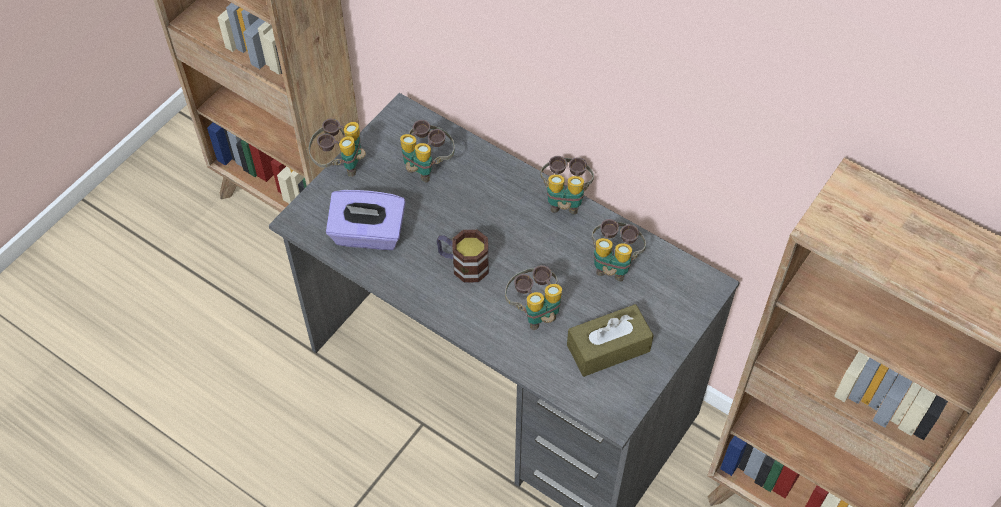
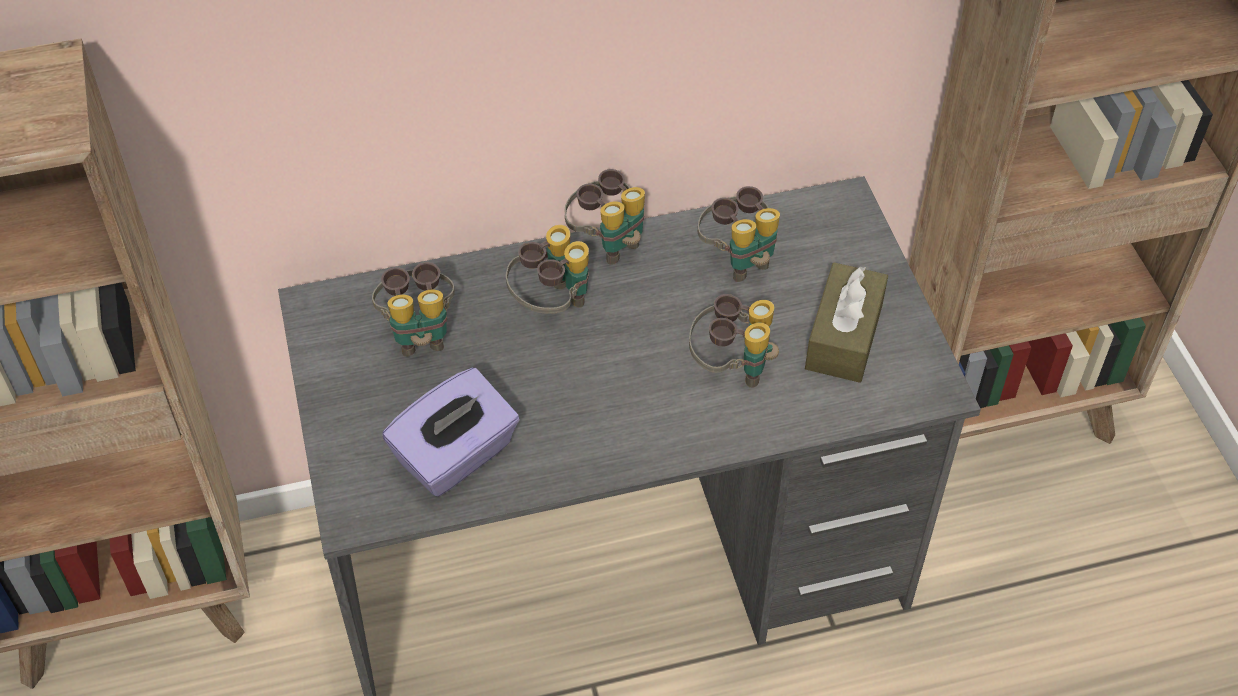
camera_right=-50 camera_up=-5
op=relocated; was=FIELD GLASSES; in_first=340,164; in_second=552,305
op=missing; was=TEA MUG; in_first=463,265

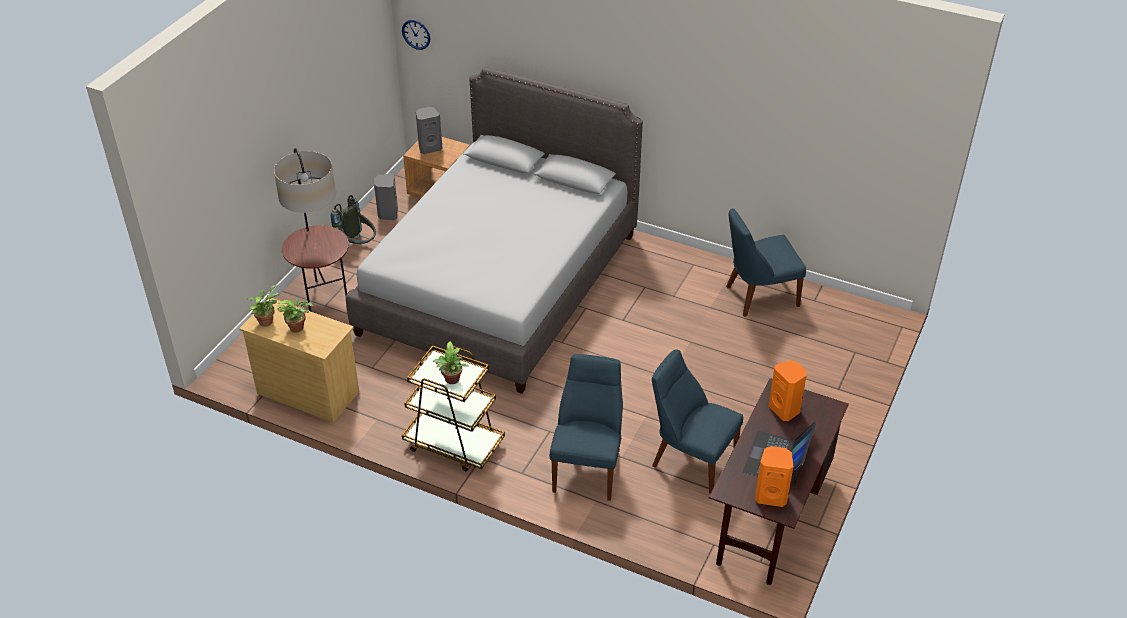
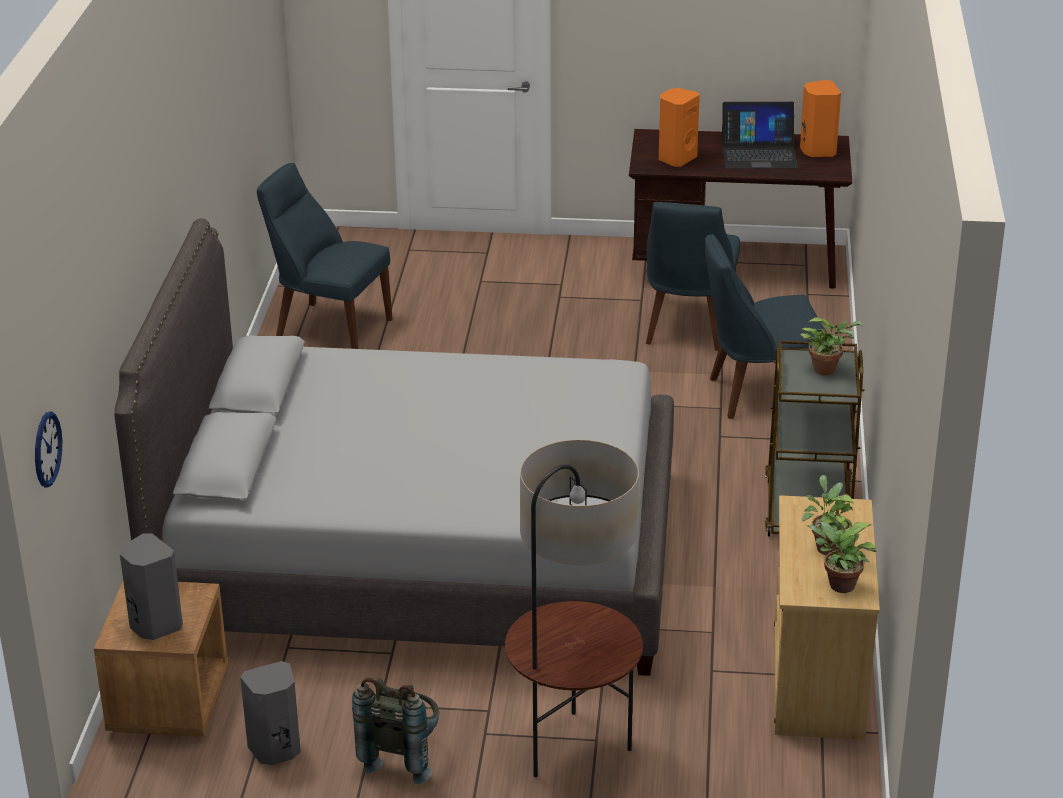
camera_right=-110 camera_up=-10
op=spun; was=BLUE CHAIR; in_first=758,296; in_second=329,327; clockwise=150

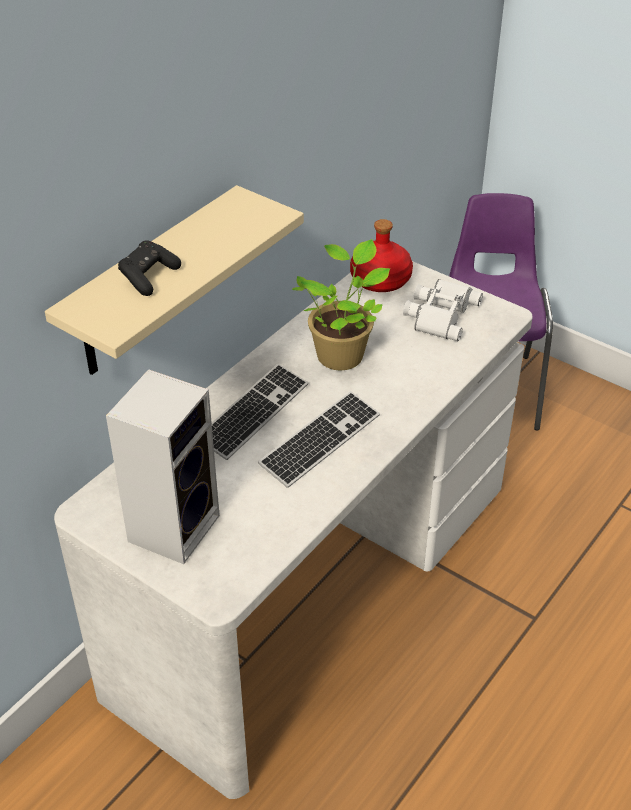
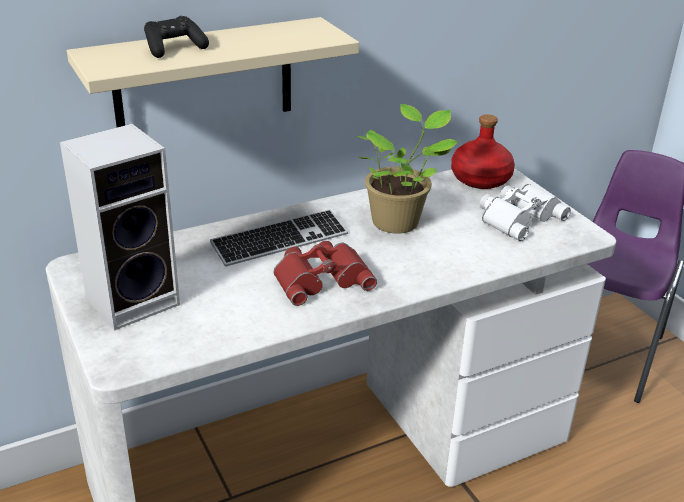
camera_right=25 camera_up=-10
op=exchanged; was=COMPUTER KEYBOARD; now=RED FIELD GLASSES; in_first=320,441; in_second=321,278

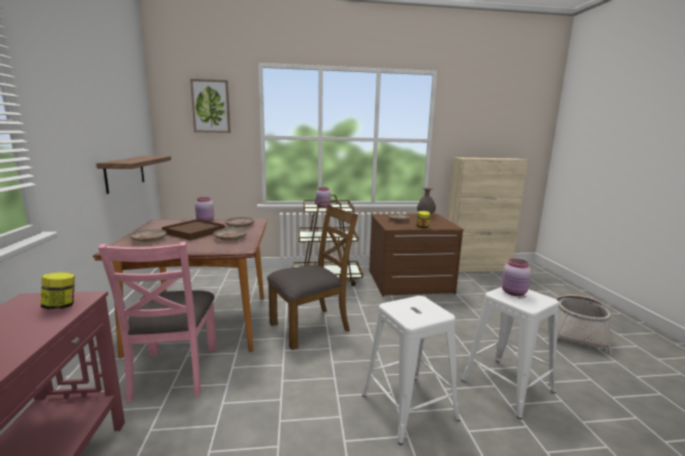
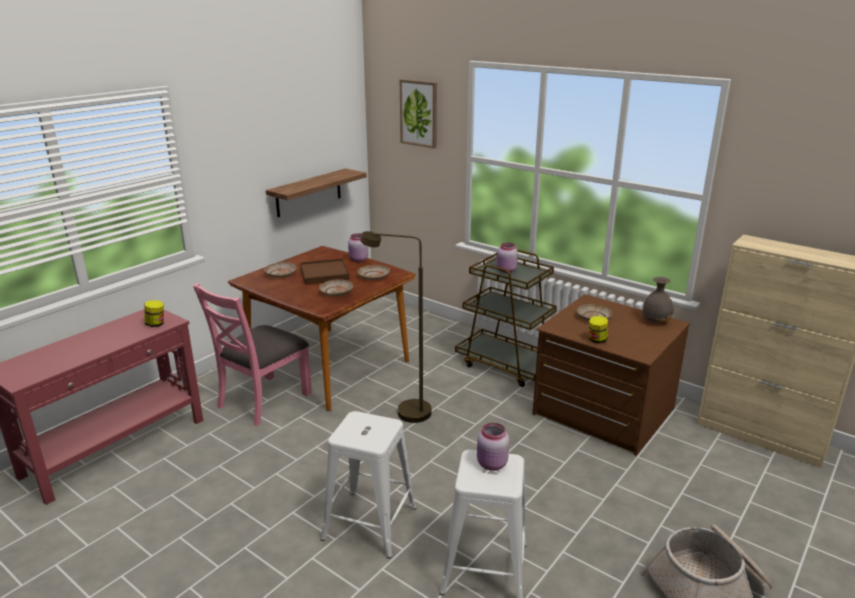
camera_right=45 camera_up=10
op=exchanged; was=BROWNISH CHAIR; now=BROWNISH STANDARD LAMP; in_first=310,327; in_second=404,412

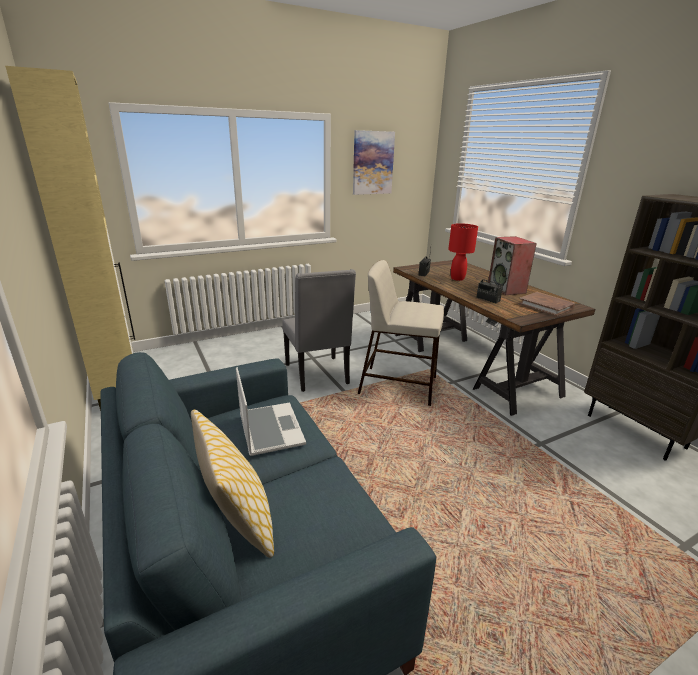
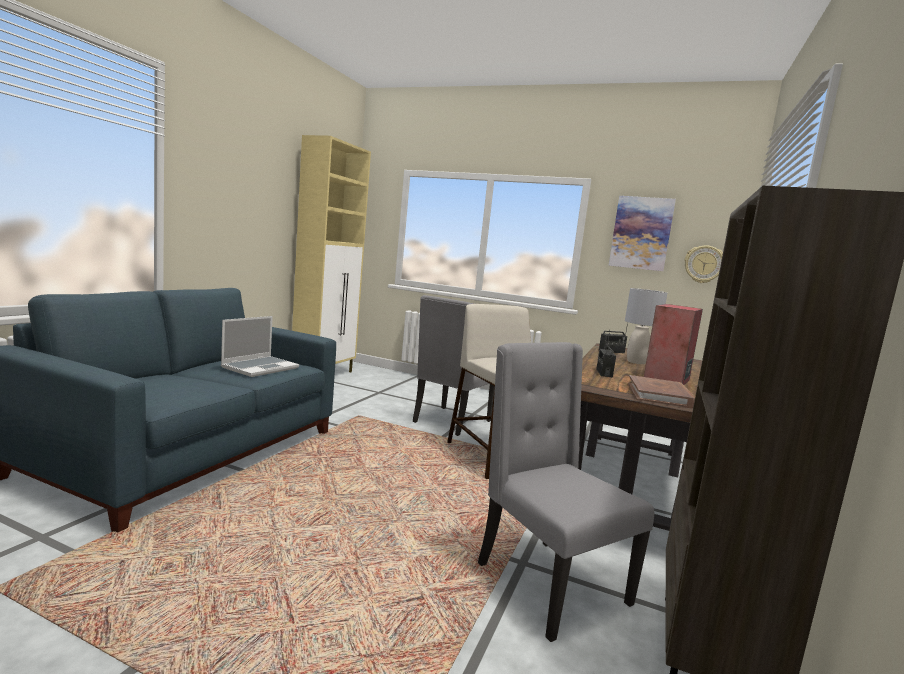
camera_right=50 camera_up=-15
op=colour; was=RED TABLETOP LAMP; now=GRAY TABLETOP LAMP; in_first=457,278; in_second=636,362
op=missing; was=PILLOW; in_first=238,522
op=appeared; now=HANGING CLOCK; in_second=704,264
op=appeared; now=GRAY CHAIR; in_second=547,583

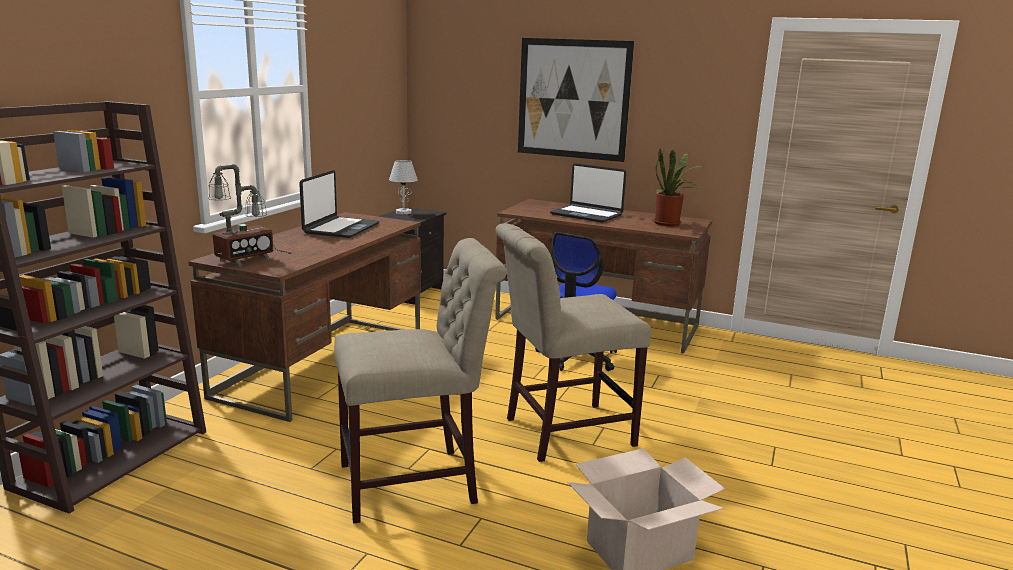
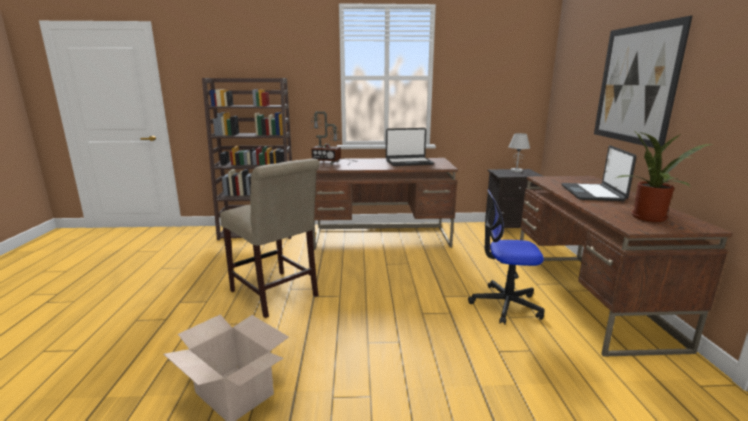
camera_right=65 camera_up=0
op=missing; was=SAND-COLOURED CHAIR; in_first=562,432

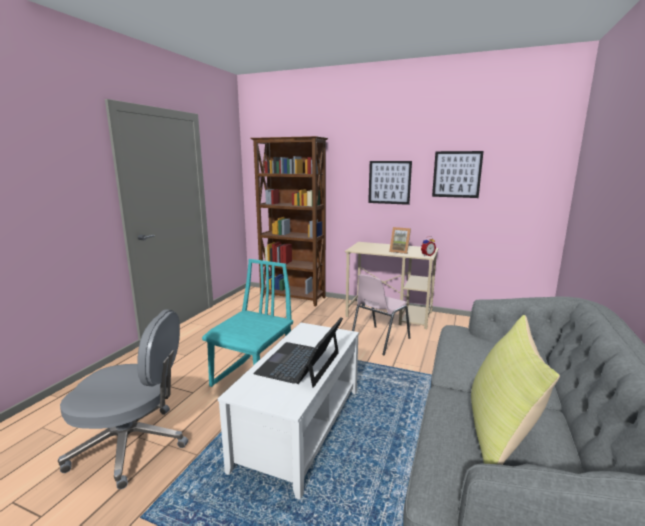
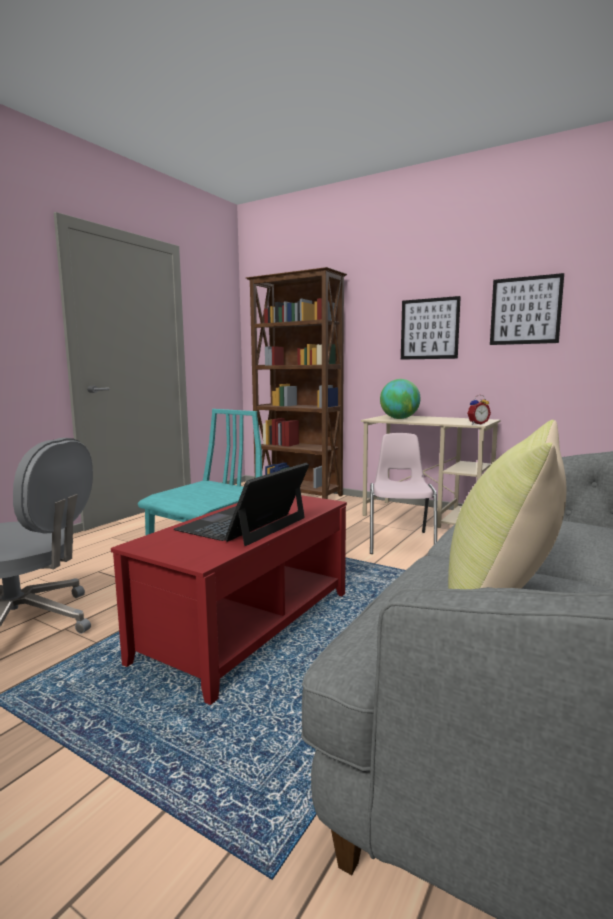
camera_right=10 camera_up=-5
op=missing; was=PHOTO FRAME; in_first=400,251
op=spun; was=PINK CHAIR; in_first=378,340; in_second=400,542; clockwise=135
op=colour; was=WHITE-COLOURED COFFEE TABLE; now=RED COFFEE TABLE; in_first=300,427; in_second=248,625
op=appeared; now=WORLD GLOBE; in_second=399,418

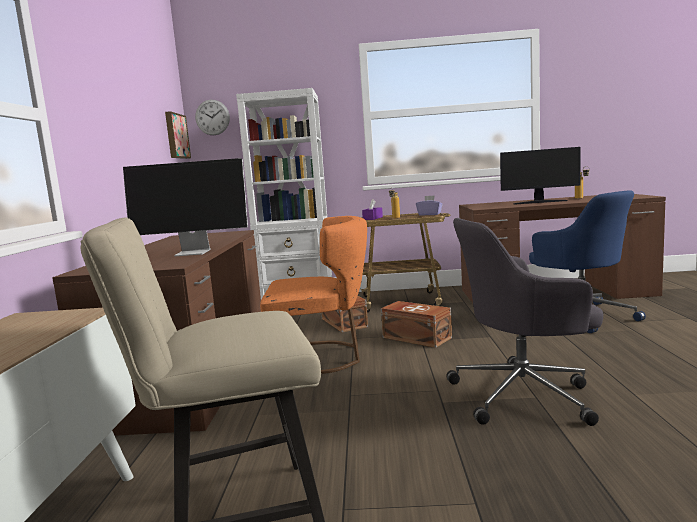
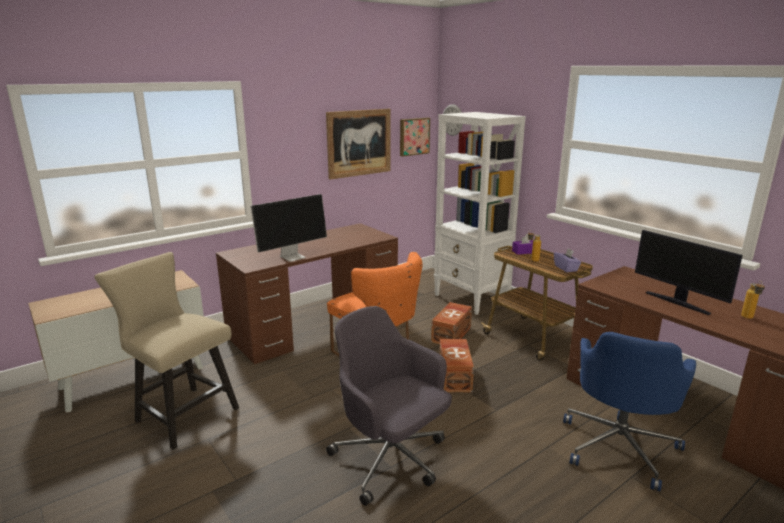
camera_right=50 camera_up=10
op=spun; was=COMPUTER DISPLAY; in_first=194,252; in_second=293,257; clockwise=-90
op=appeared; now=WALL ART; in_second=359,143

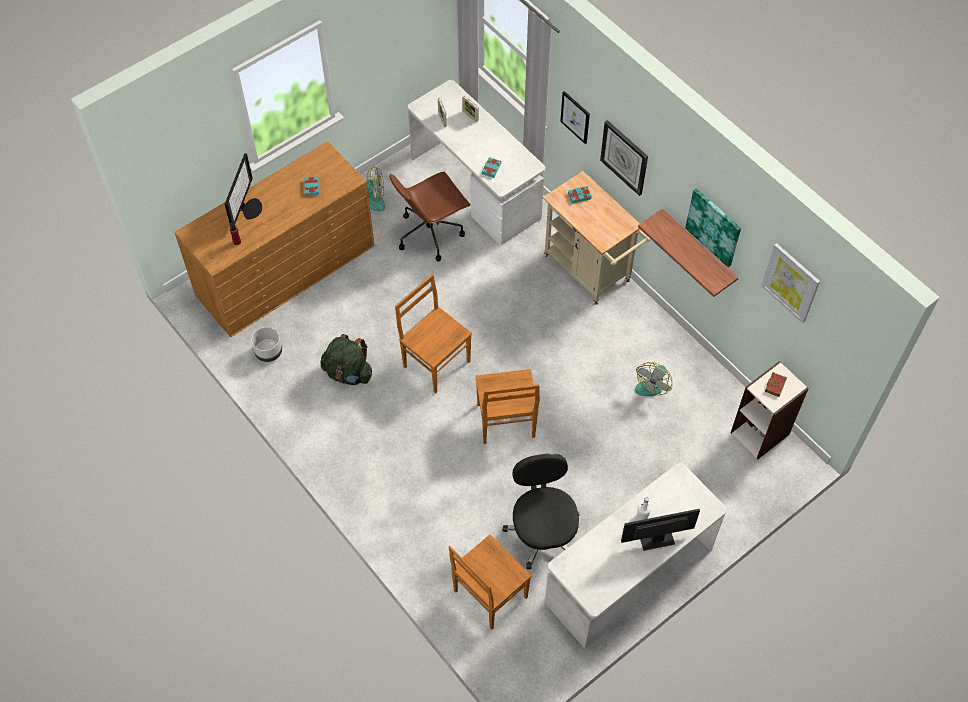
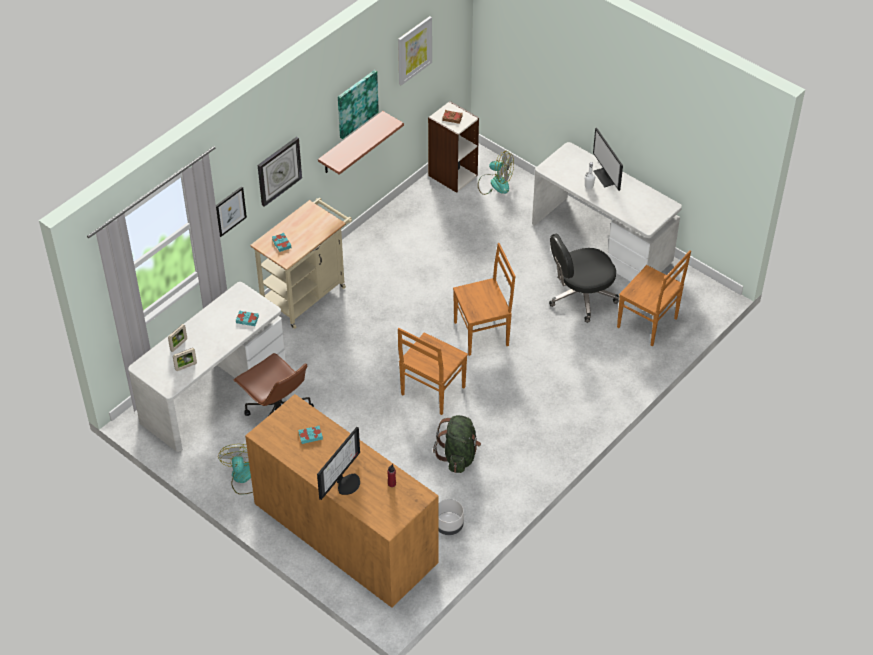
camera_right=-100 camera_up=-10
op=spun; was=COMPUTER DISPLAY; in_first=249,208; in_second=346,482; clockwise=120
op=relocated; was=COOLING FAN; in_first=652,383; in_second=495,183

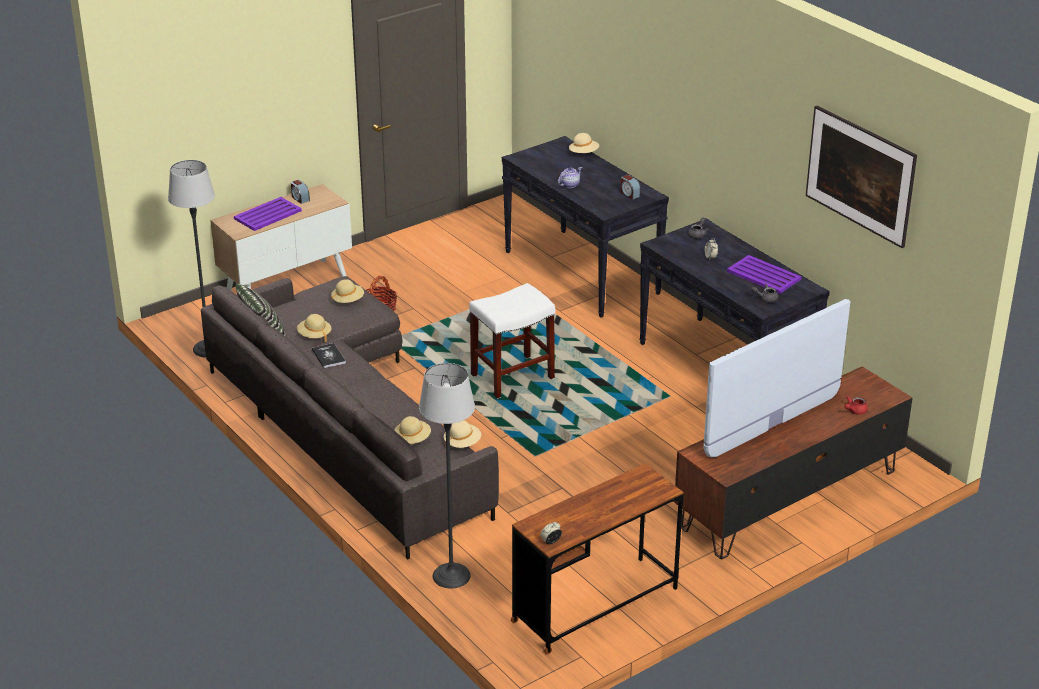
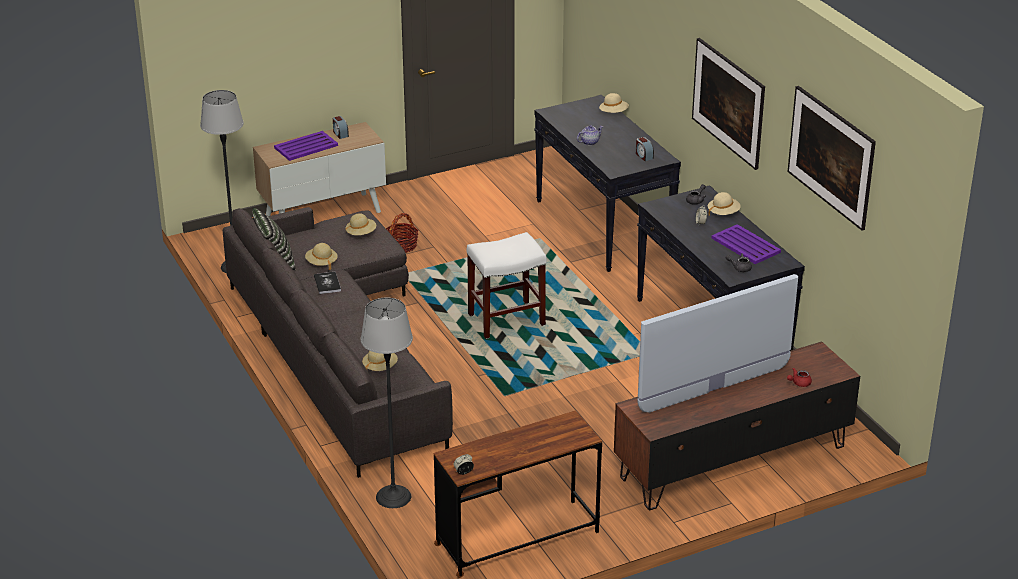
camera_right=10 camera_up=0
op=relocated; was=SAND-COLOURED WEARABLE HAT; in_first=462,443; in_second=723,213
op=appeared; now=WALL ART; in_second=727,122

